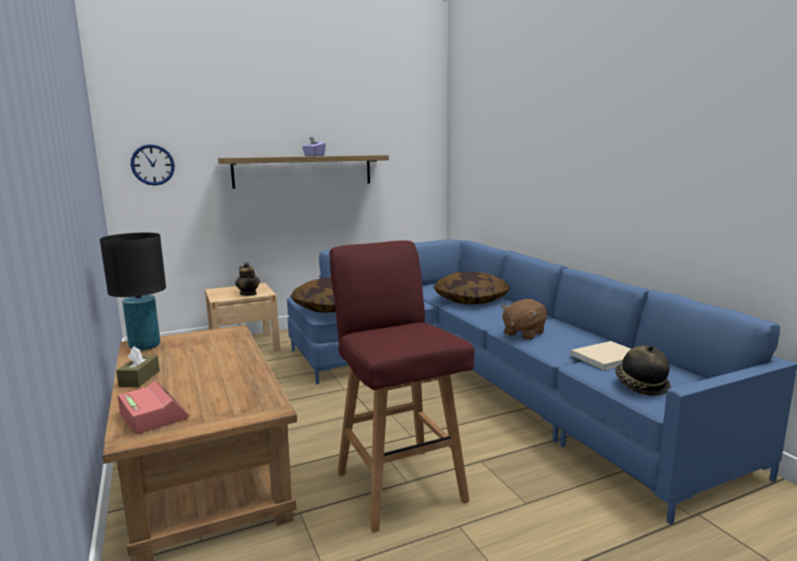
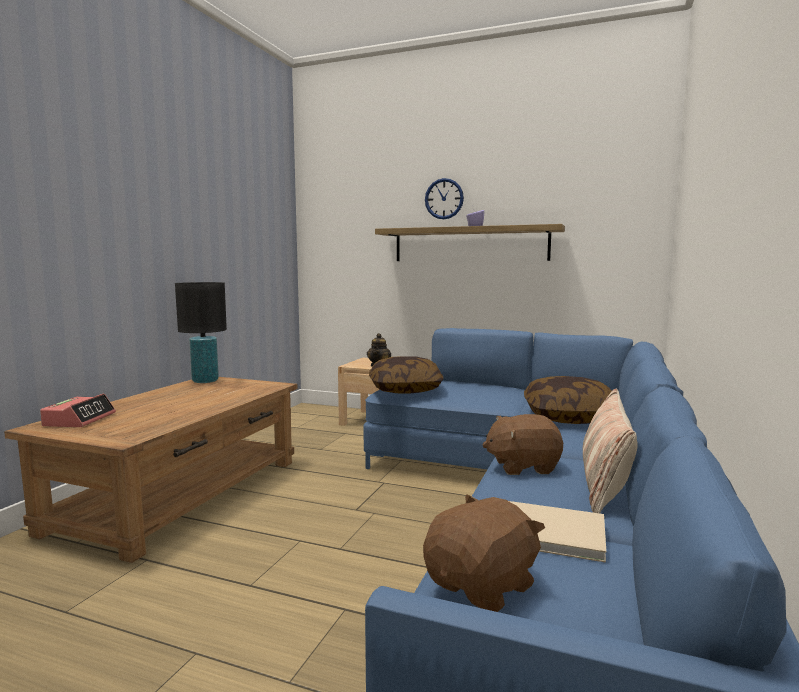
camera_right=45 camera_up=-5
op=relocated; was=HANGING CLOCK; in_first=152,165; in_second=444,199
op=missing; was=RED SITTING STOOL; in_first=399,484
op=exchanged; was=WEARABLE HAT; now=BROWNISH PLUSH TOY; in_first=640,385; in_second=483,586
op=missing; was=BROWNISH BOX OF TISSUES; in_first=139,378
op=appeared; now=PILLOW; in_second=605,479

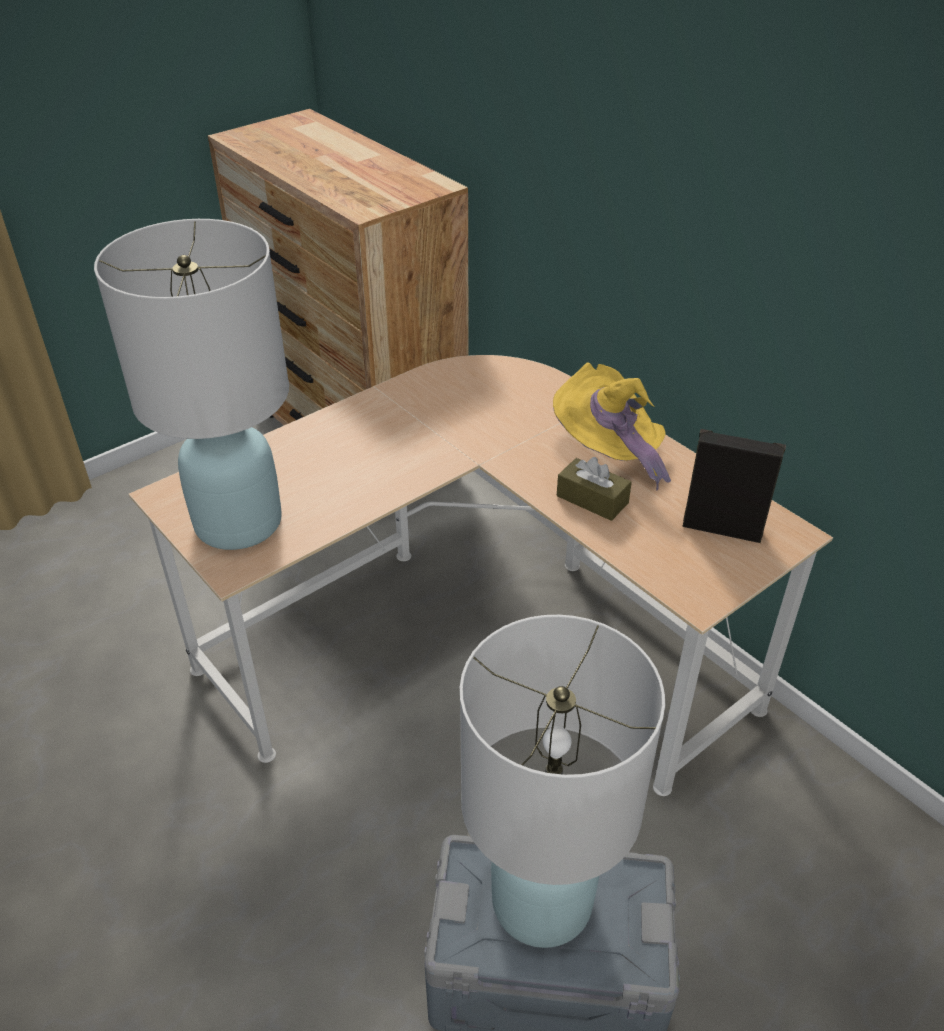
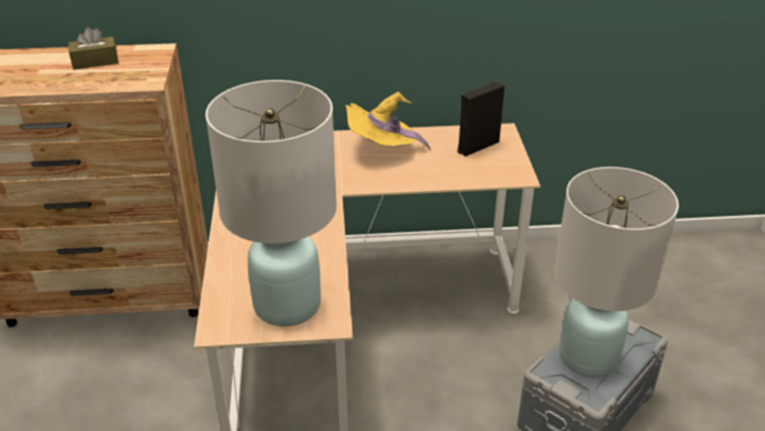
camera_right=-55 camera_up=-5
op=relocated; was=BROWNISH BOX OF TISSUES; in_first=592,499; in_second=95,61

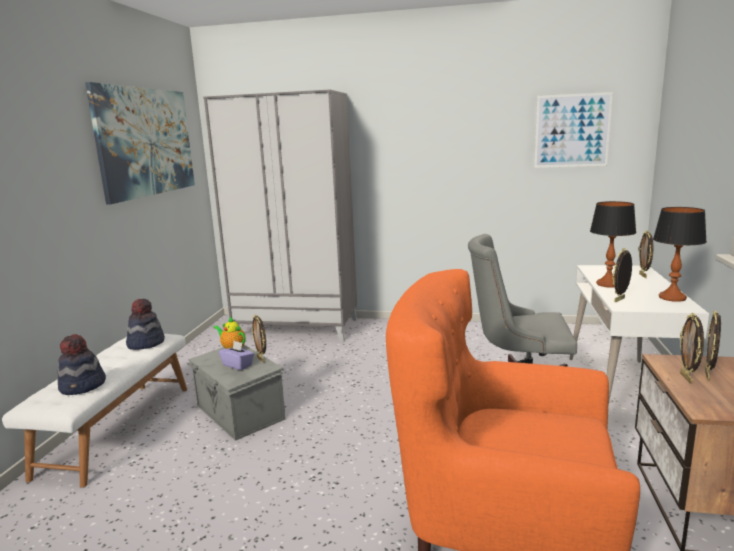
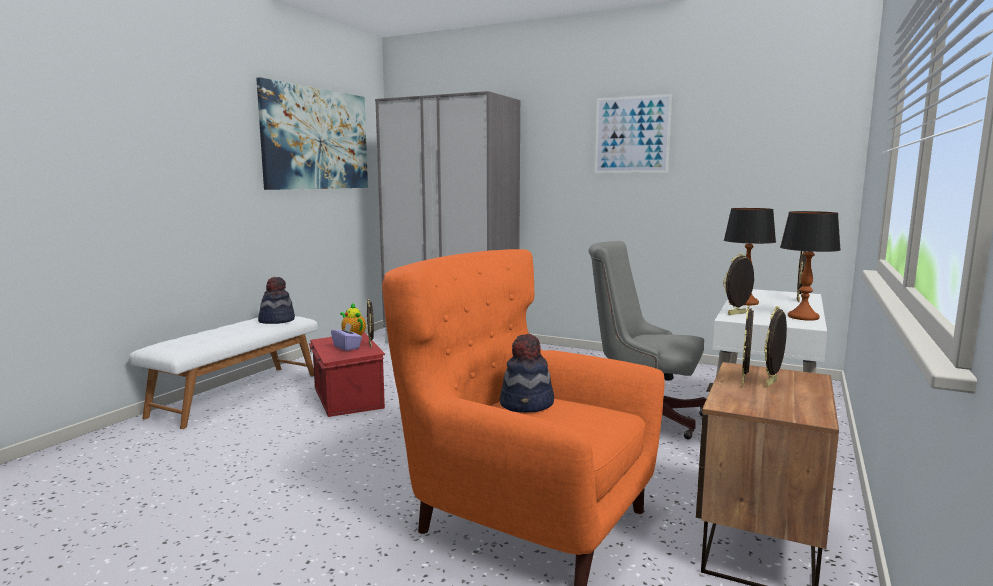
camera_right=15 camera_up=-5
op=relocated; was=WALL ART; in_first=572,131; in_second=632,135
op=relocated; was=WEARABLE HAT; in_first=83,386; in_second=527,404
op=colour; was=GRAY STORAGE BOX; now=RED STORAGE BOX; in_first=239,413; in_second=346,398

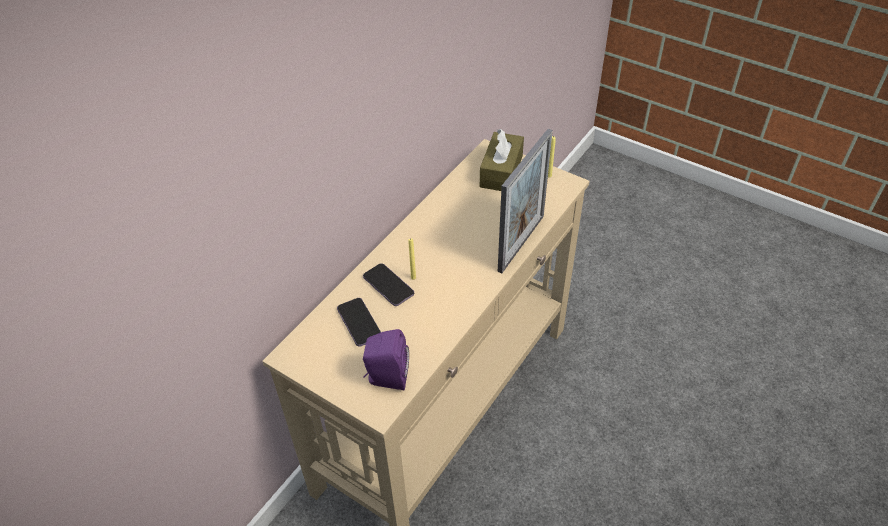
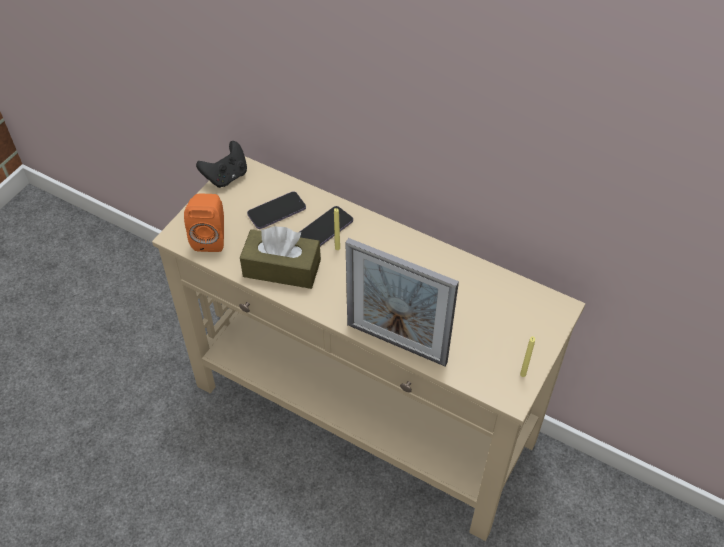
camera_right=85 camera_up=5
op=relocated; was=BROWNISH BOX OF TISSUES; in_first=501,171; in_second=282,268
op=colour; was=PURPLISH SPEAKER; now=ORANGEY SPEAKER; in_first=386,378; in_second=211,237
op=appeared; now=BLACK-COLOURED JOYPAD; in_second=226,176

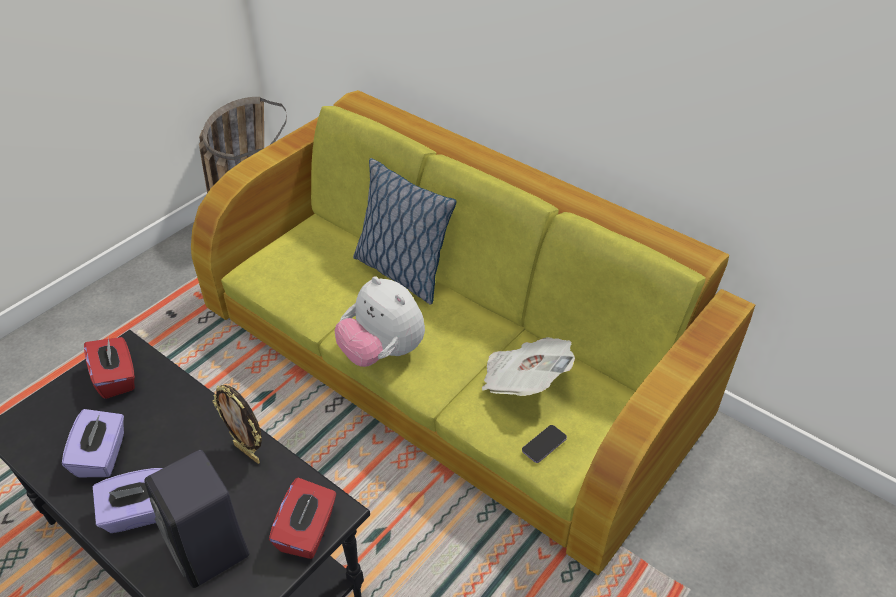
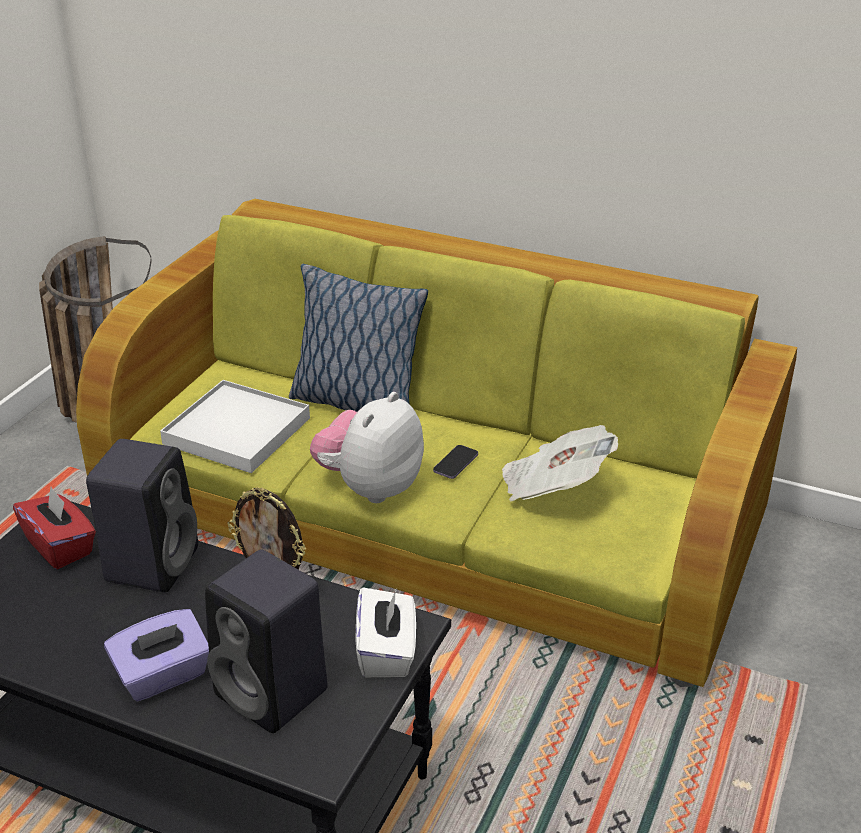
camera_right=-15 camera_up=-10
op=spun; was=PLUSH TOY; in_first=382,352; in_second=370,487; clockwise=90
op=missing; was=PURPLISH BOX OF TISSUES; in_first=102,456
op=relocated; was=PHONE; in_first=544,445; in_second=455,463
op=colour; was=RED BOX OF TISSUES; now=WHITE-COLOURED BOX OF TISSUES; in_first=307,531; in_second=387,652
op=appeared; now=WHITE-COLOURED CARRYING TRAY; in_second=237,431
op=appeared; now=BLACK-COLOURED SPEAKER; in_second=153,562

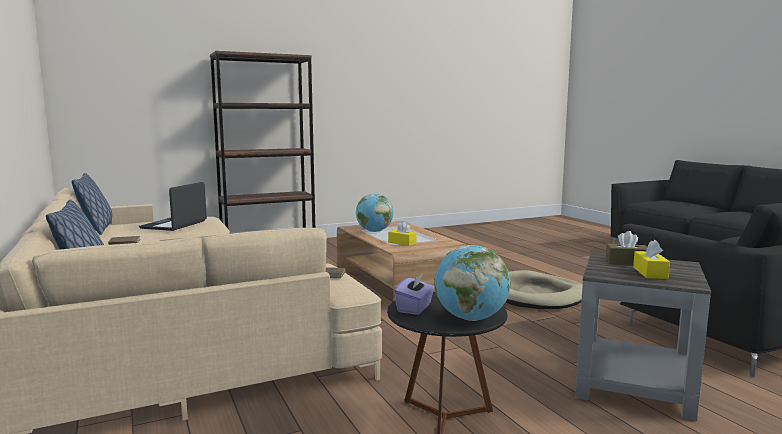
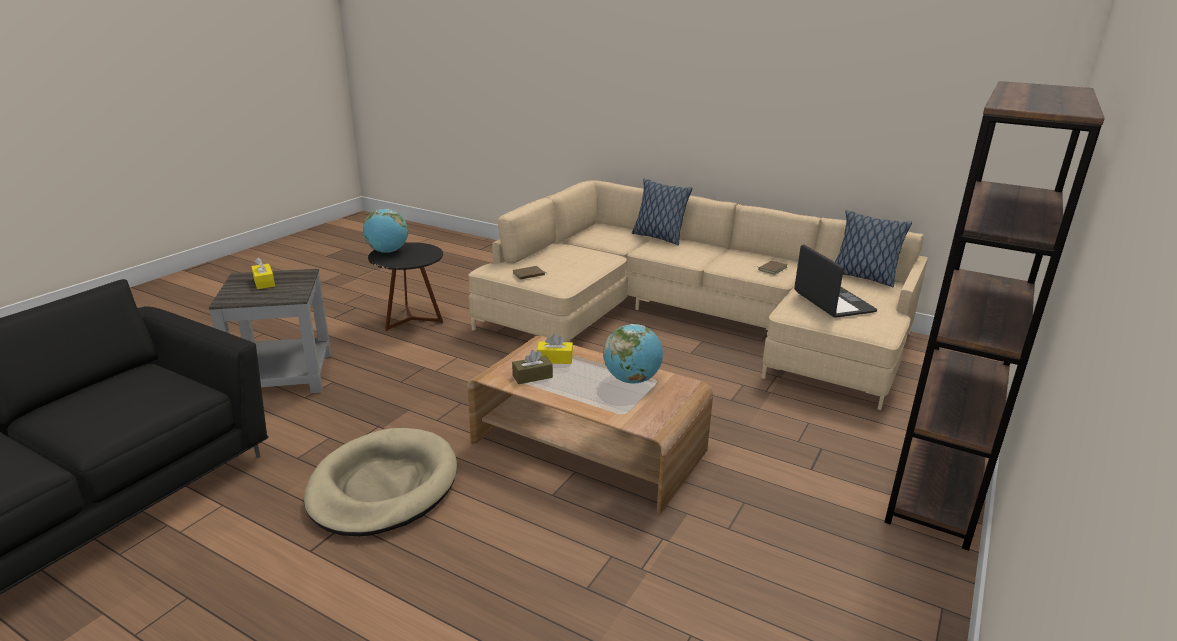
camera_right=145 camera_up=15
op=relocated; was=BROWNISH BOX OF TISSUES; in_first=626,262; in_second=532,376
op=missing; was=PURPLISH BOX OF TISSUES; in_first=415,308

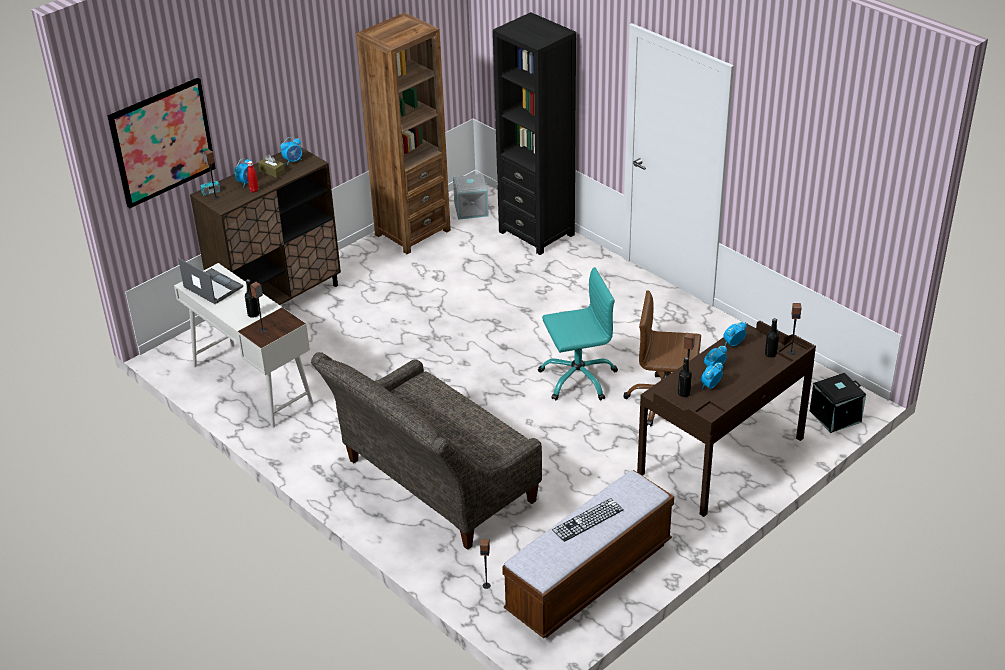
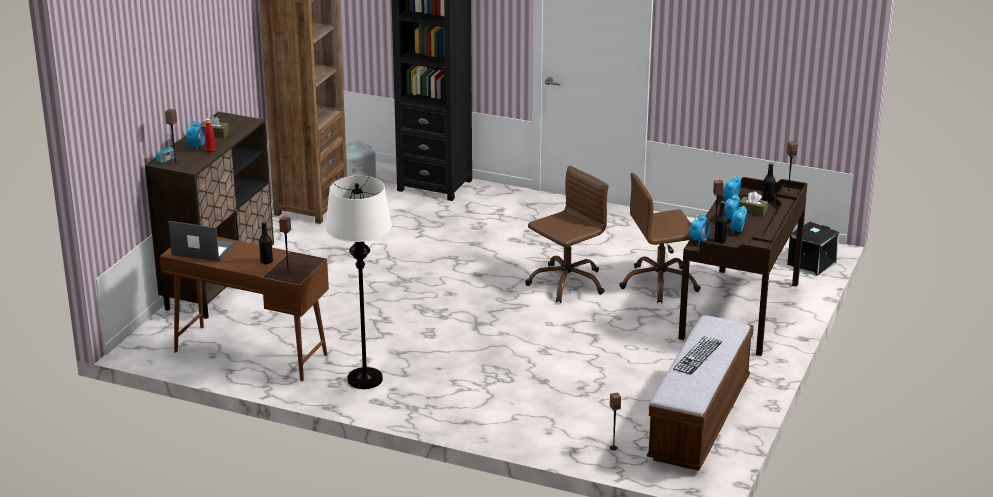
camera_right=-25 camera_up=-10
op=missing; was=WALL ART; in_first=162,142
op=relocated; was=BEDSIDE CLOCK; in_first=293,161; in_second=699,240
op=colour; was=WHITE-COLOURED DESK TABLE; now=BROWNISH DESK TABLE; in_first=251,384; in_second=249,353
op=colour; was=BLUE-GREEN DESK CHAIR; now=BROWNISH DESK CHAIR; in_first=578,378; in_second=566,283
op=missing; was=GRAY SOFA; in_first=433,486
op=appeared; now=WHITE-COLOURED STANDARD LAMP; in_second=364,379
op=appeared; now=BROWNISH BOX OF TISSUES; in_second=752,211

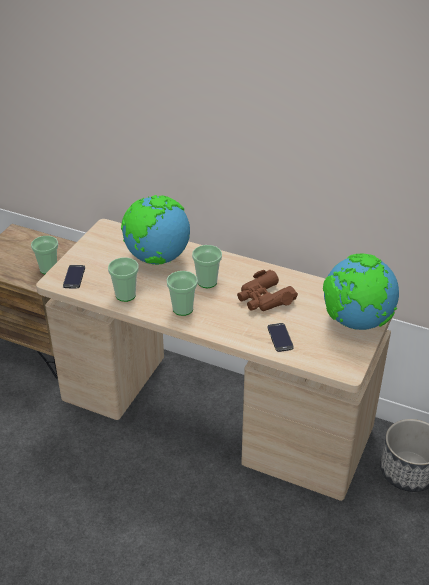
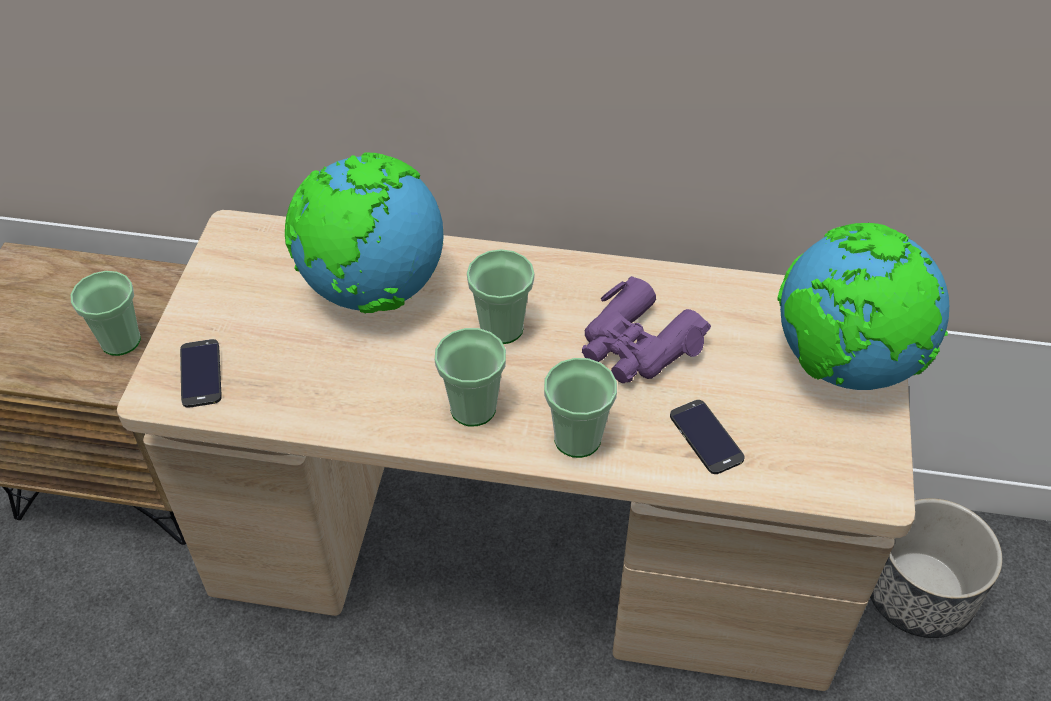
camera_right=-15 camera_up=10
op=relocated; was=SMALL CUP; in_first=125,295; in_second=577,438
op=colour; was=BROWNISH FIELD GLASSES; now=PURPLISH FIELD GLASSES; in_first=264,299; in_second=637,345

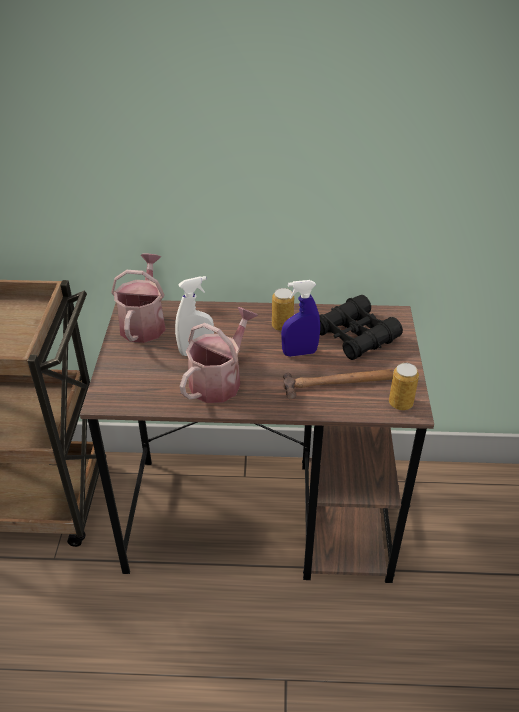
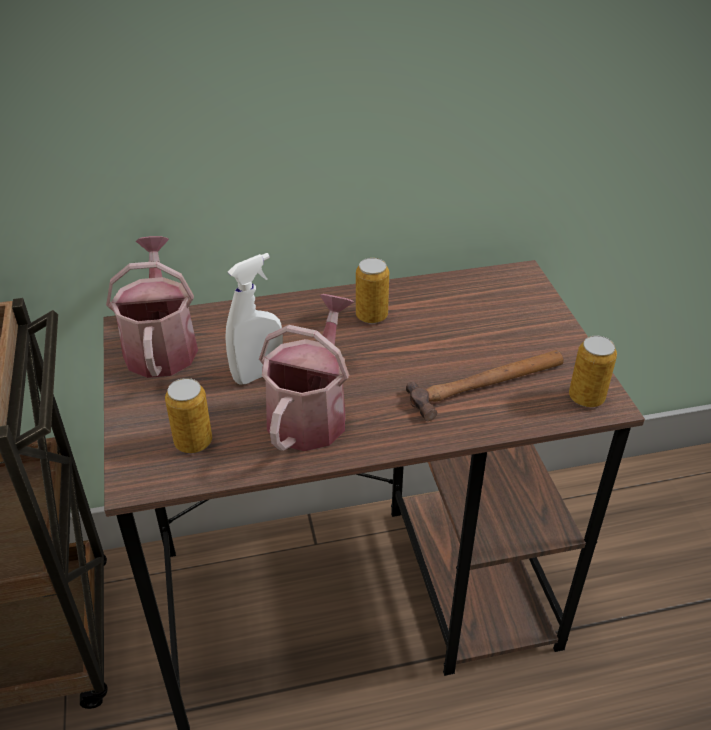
camera_right=-15 camera_up=0
op=missing; was=BLUE HAND SPRAYER; in_first=299,353
op=missing; was=BLACK-COLOURED FIELD GLASSES; in_first=355,336
op=appeared; now=SEALED CAN; in_second=193,442

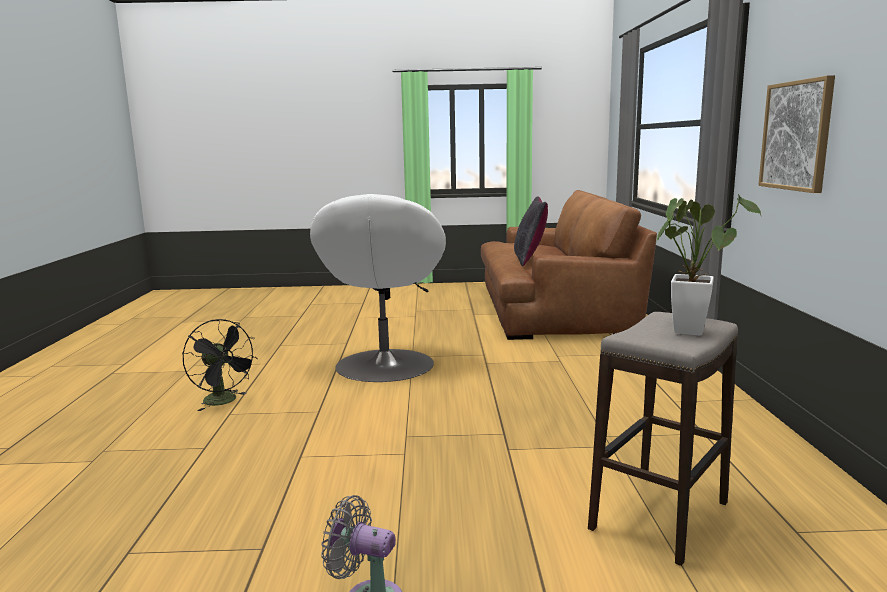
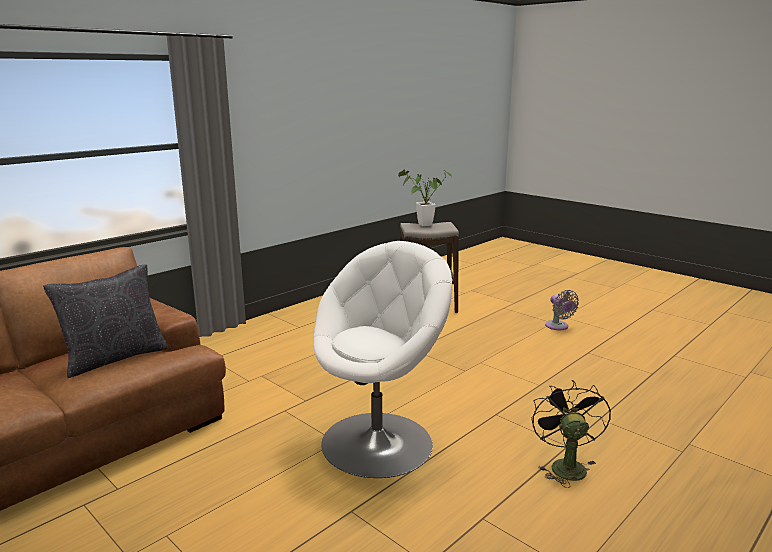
camera_right=-135 camera_up=5
op=missing; was=WALL ART; in_first=796,135

